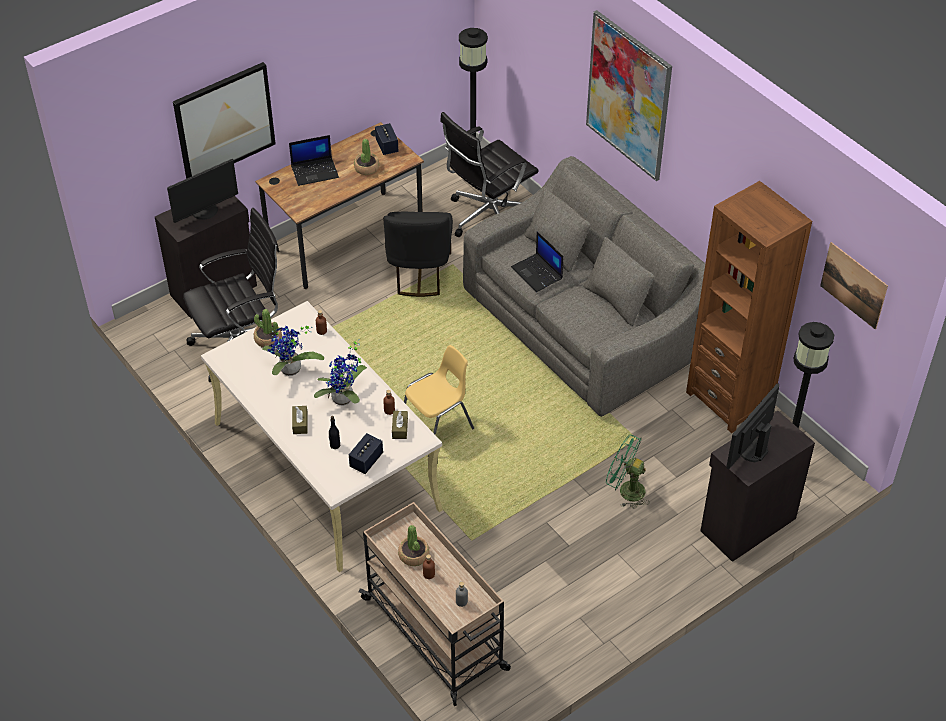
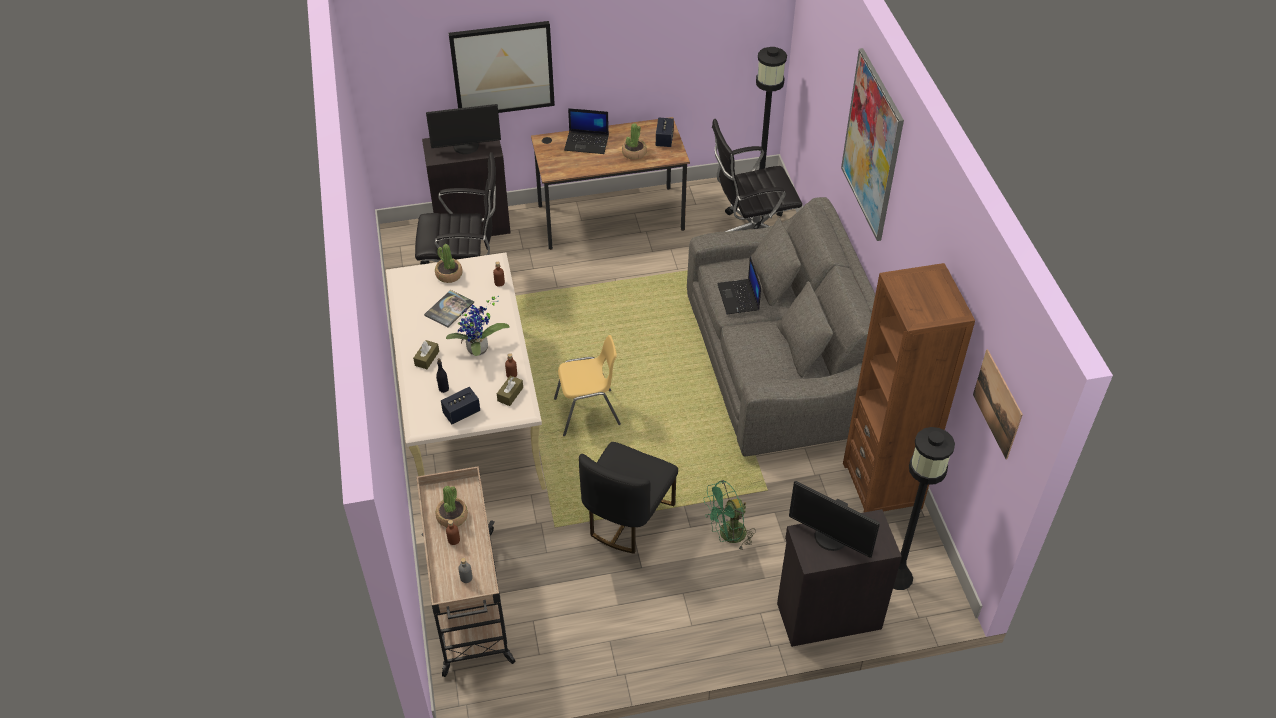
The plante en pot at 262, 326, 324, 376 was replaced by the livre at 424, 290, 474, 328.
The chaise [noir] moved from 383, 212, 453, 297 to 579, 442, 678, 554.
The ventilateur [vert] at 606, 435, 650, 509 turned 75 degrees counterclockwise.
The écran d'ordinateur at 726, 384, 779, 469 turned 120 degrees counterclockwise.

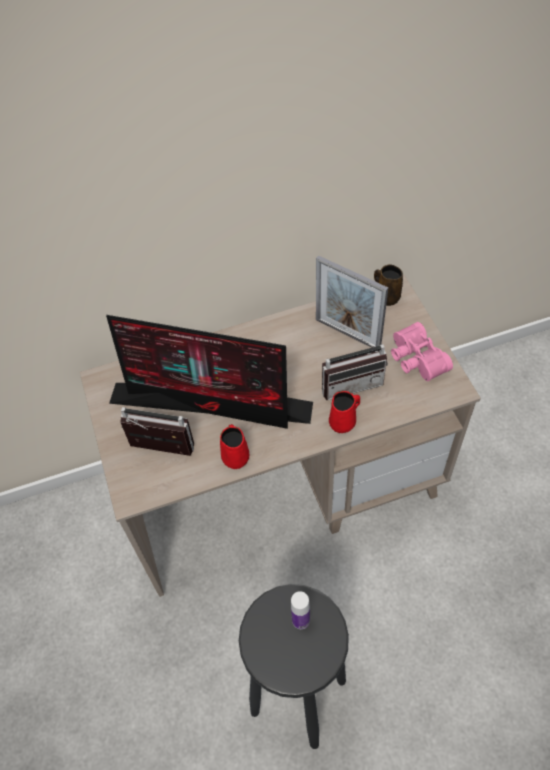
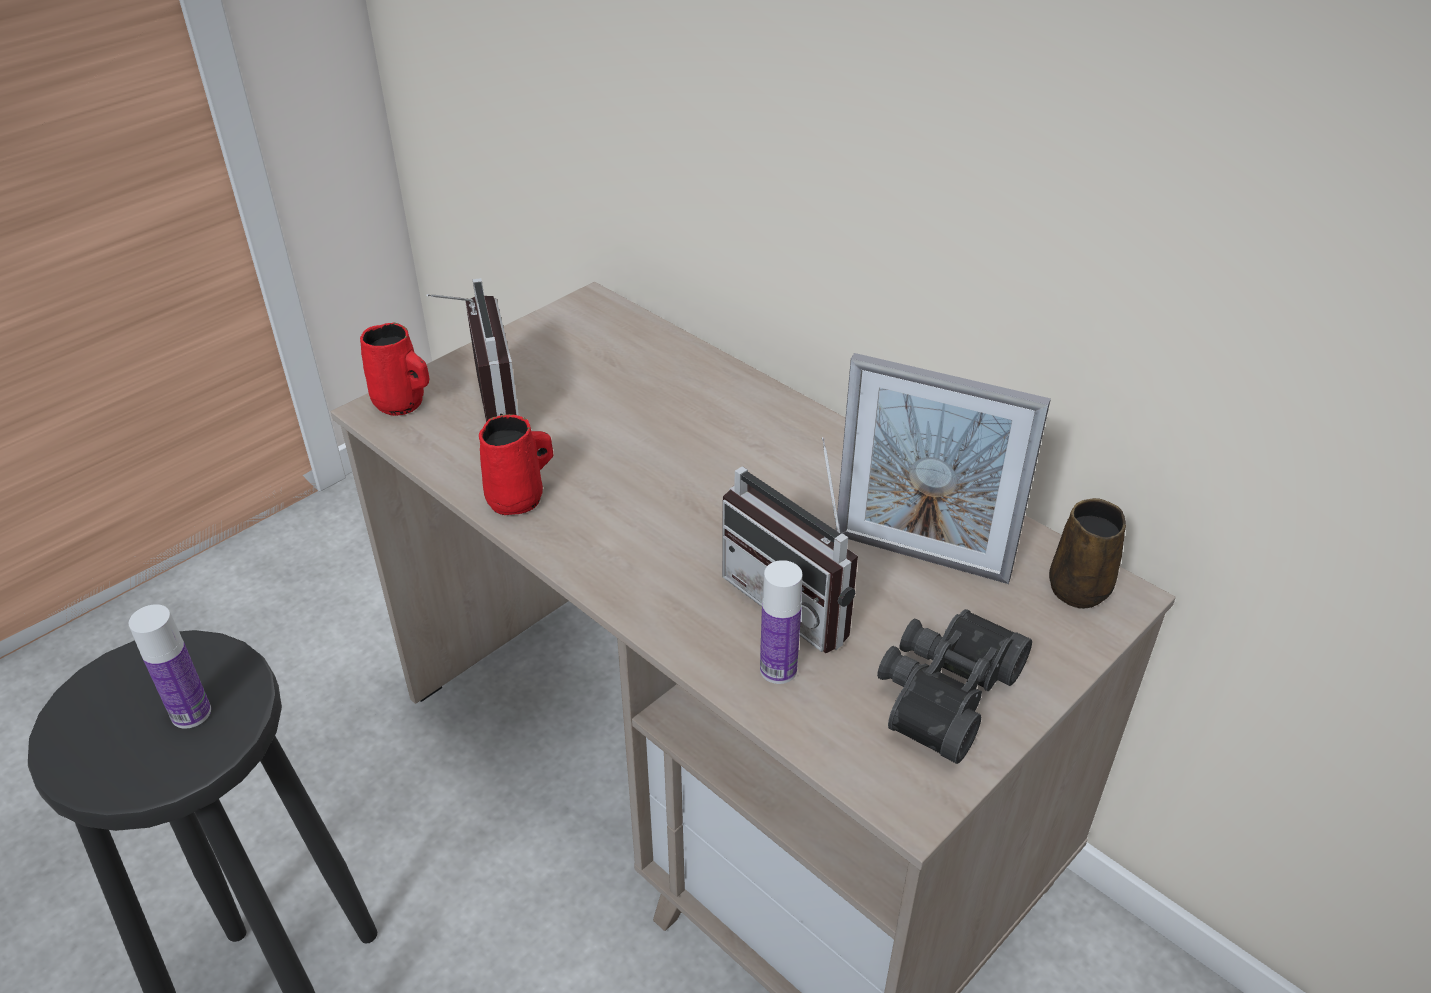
The écran d'ordinateur at 106, 315, 313, 429 disappeared.
The cadre photo at 316, 255, 388, 348 turned 75 degrees counterclockwise.
The mug [rouge] moved from 329, 391, 360, 433 to 360, 323, 430, 416.
The jumelles [rose] at 391, 322, 453, 381 became the jumelles [noir] at 877, 609, 1032, 764.
The bouteille at 760, 560, 802, 684 appeared.

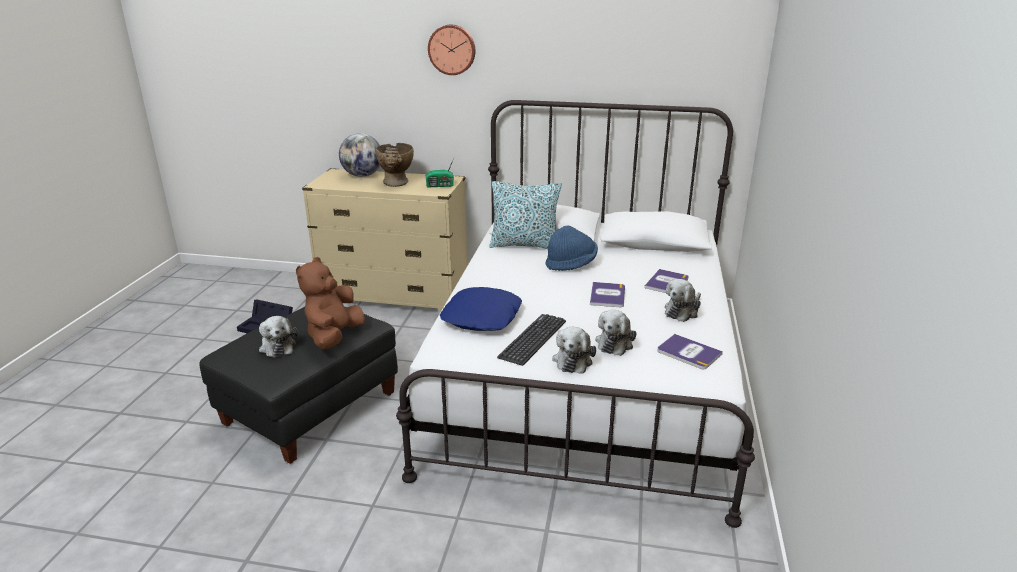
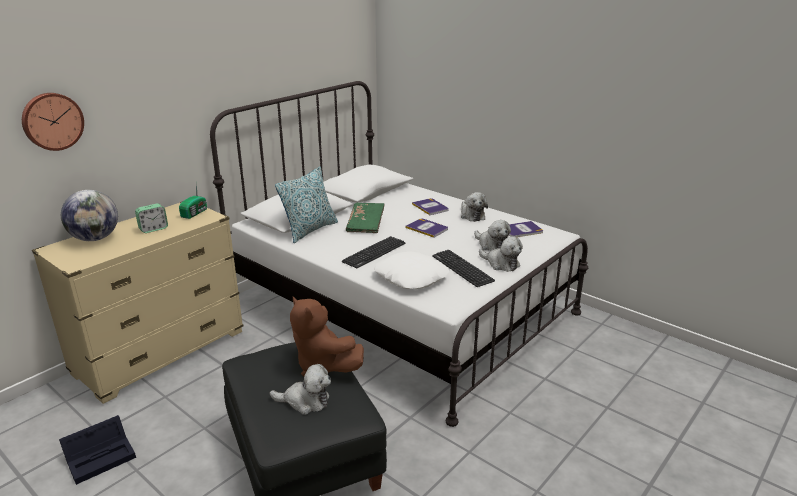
The vase [beige] at 376, 143, 414, 187 was replaced by the réveil at 135, 203, 168, 233.
The horloge murale moved from 428, 25, 476, 75 to 22, 93, 84, 151.
The coussin [bleu] at 440, 287, 522, 331 became the coussin [blanc] at 374, 251, 449, 289.
The chapeau [bleu] at 546, 225, 598, 271 was replaced by the livre [vert] at 346, 203, 385, 233.
The clavier at 342, 236, 406, 268 appeared.

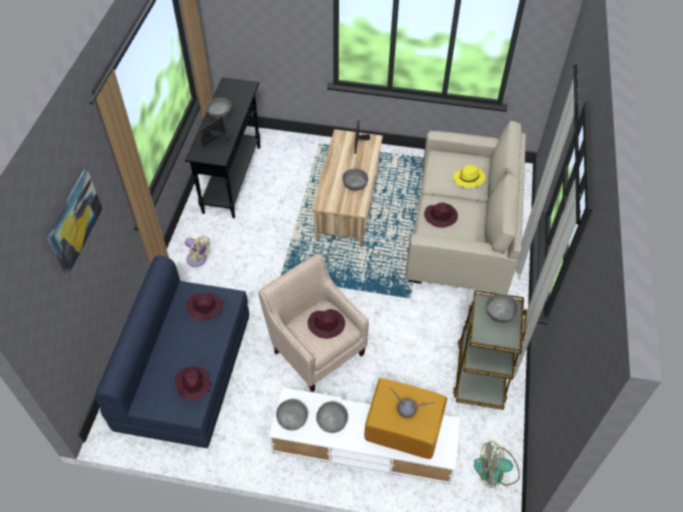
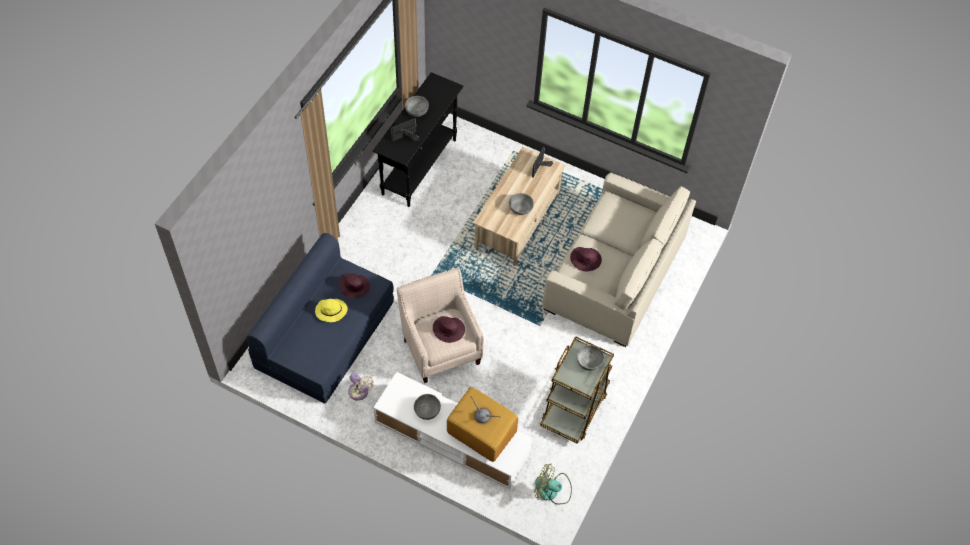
The tableau at 47, 170, 103, 274 disappeared.
The chapeau [violet] at 175, 366, 211, 400 disappeared.
The ventilateur [beige] moved from 185, 236, 211, 267 to 348, 373, 374, 401.
The bol [gris] at 276, 399, 308, 430 disappeared.
The chapeau [jaune] moved from 453, 165, 485, 187 to 315, 299, 348, 322.

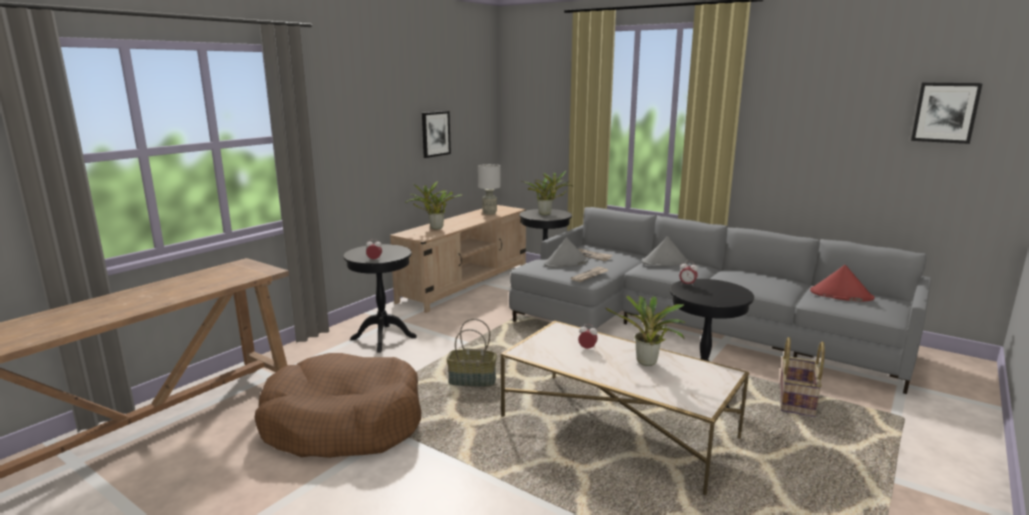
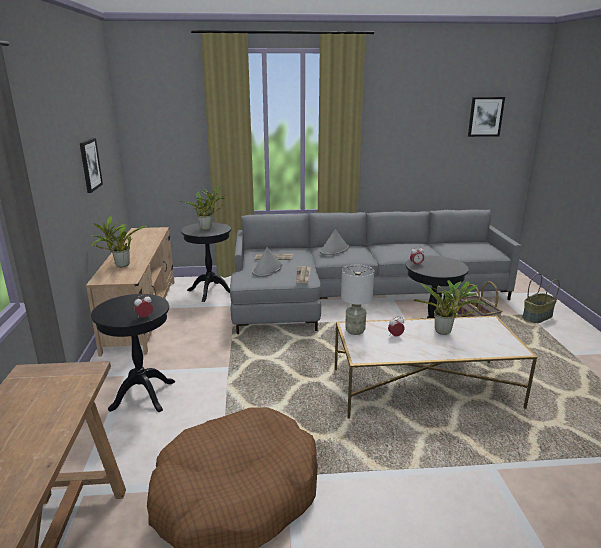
The panier moved from 447, 319, 497, 387 to 522, 273, 560, 323.
The lampe de table [gris] moved from 478, 164, 501, 215 to 341, 265, 374, 335.
The chapeau [rouge] at 810, 265, 874, 302 disappeared.

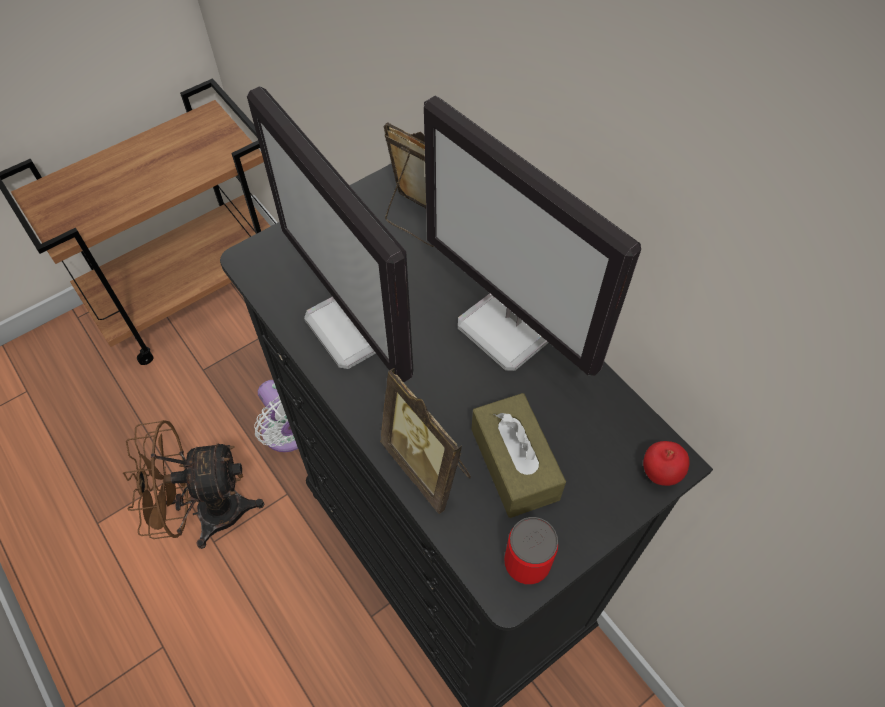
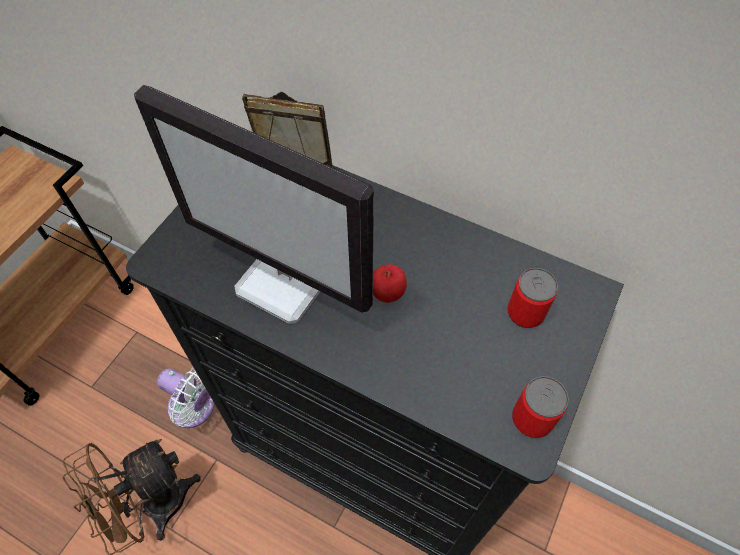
The cadre photo at 380, 368, 471, 514 disappeared.
The écran d'ordinateur at 424, 96, 641, 376 disappeared.
The boîte à mouchoirs [marron] at 471, 393, 566, 518 disappeared.
The pomme moved from 643, 441, 689, 486 to 373, 264, 407, 303.
The boîte métallique at 507, 268, 558, 328 appeared.

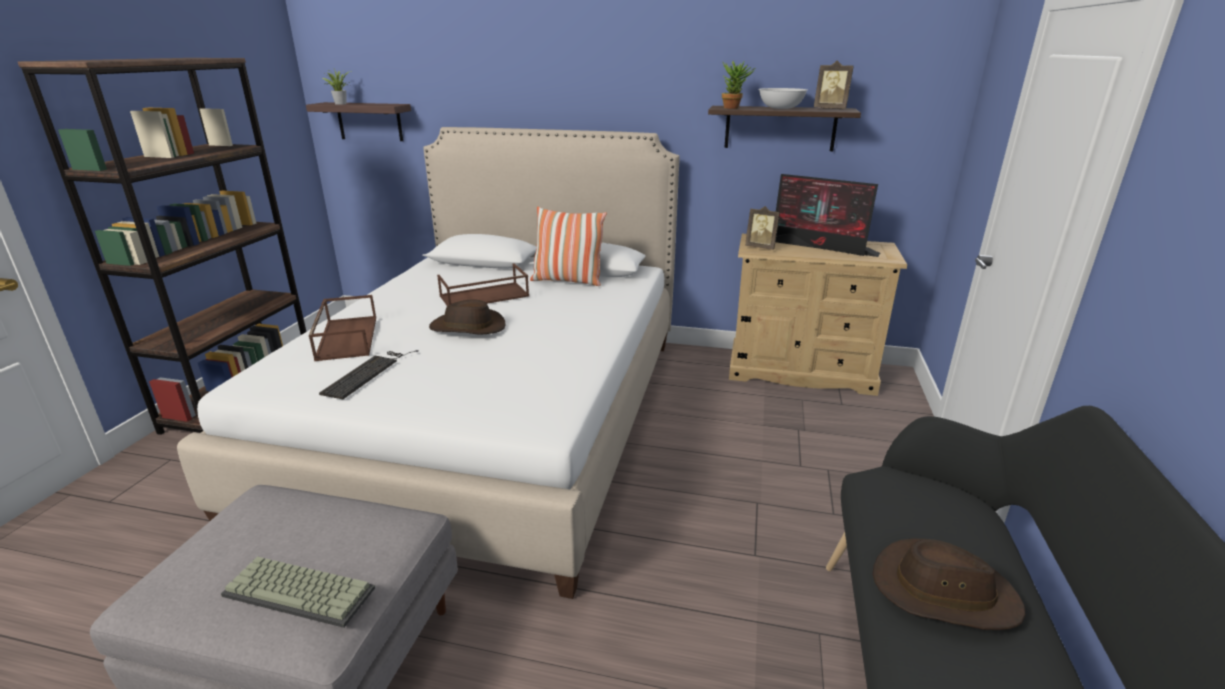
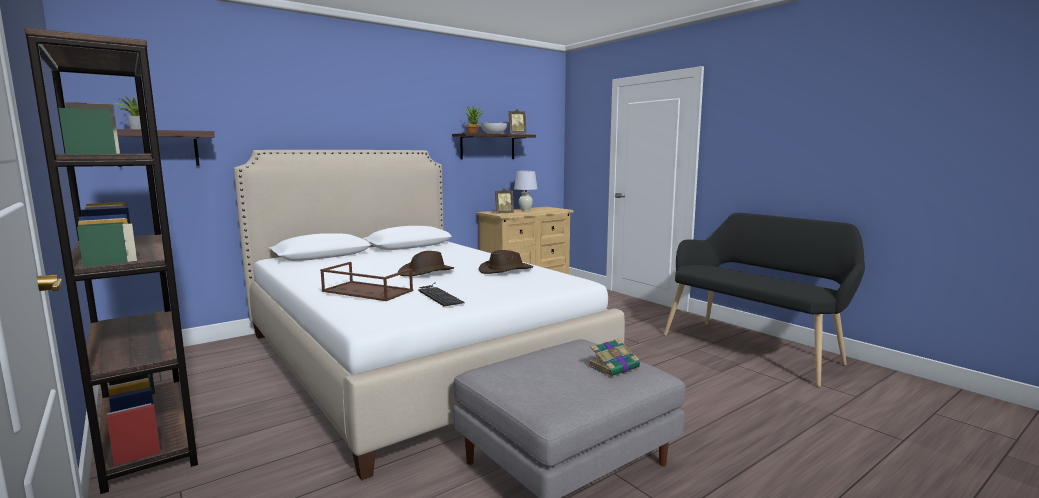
The clavier at 221, 556, 375, 628 was replaced by the livre at 588, 338, 640, 377.
The plateau [marron] at 437, 264, 529, 306 disappeared.
The coussin at 530, 207, 607, 286 disappeared.
The écran d'ordinateur at 776, 174, 880, 257 was replaced by the lampe de table [blanc] at 514, 171, 538, 211.
The chapeau [marron] moved from 873, 539, 1026, 630 to 479, 250, 533, 274.

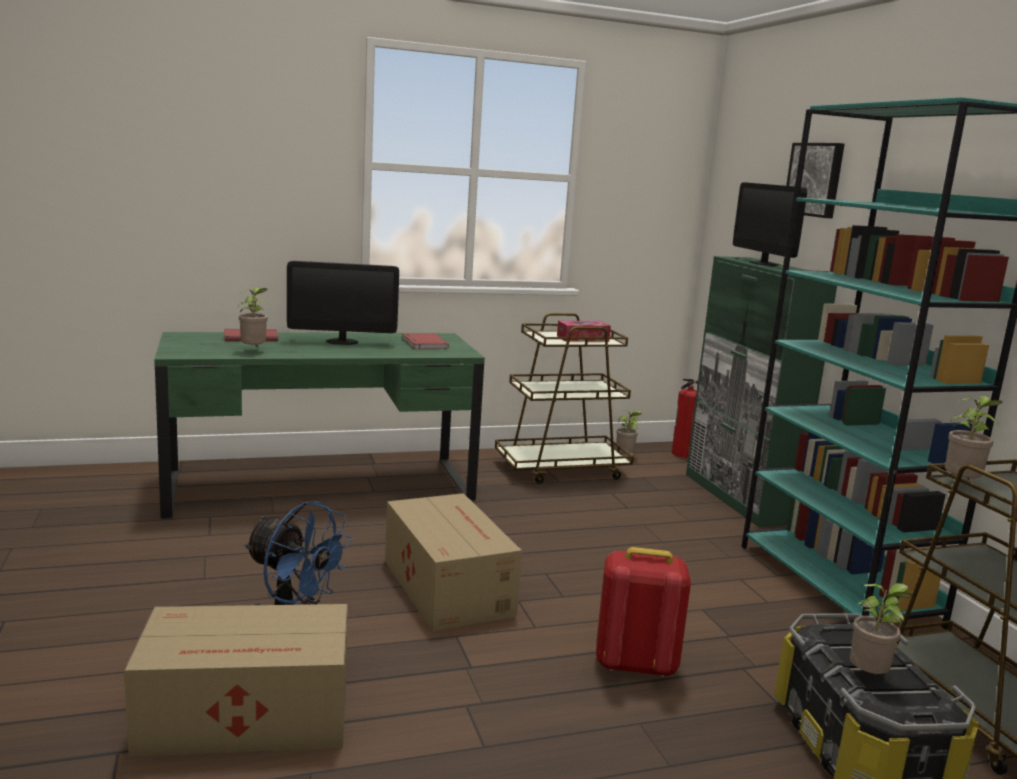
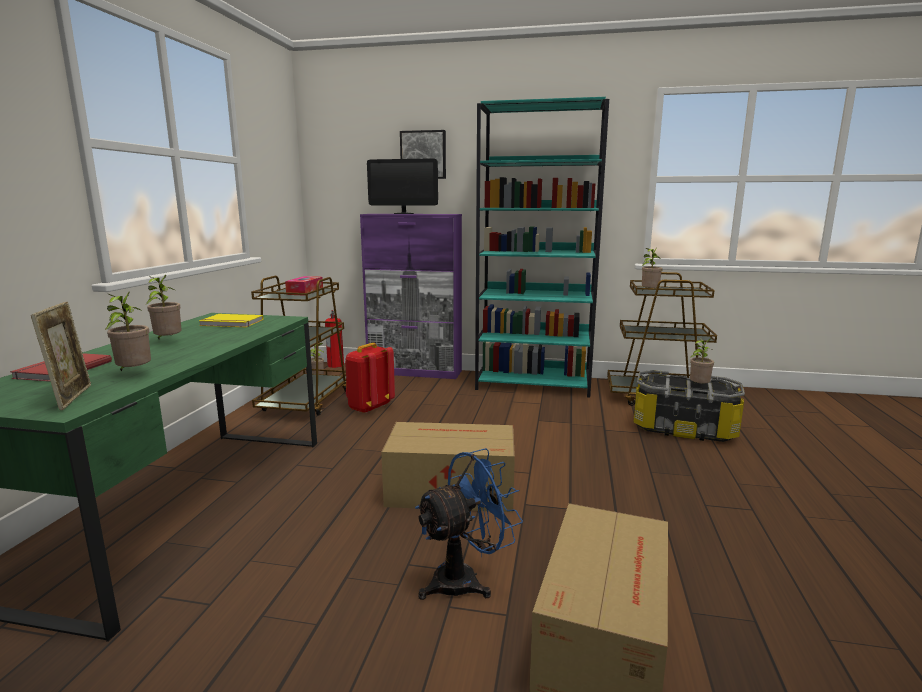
The écran d'ordinateur at 287, 261, 399, 345 was replaced by the plante en pot at 146, 275, 182, 339.
The livre [rouge] at 402, 333, 449, 350 became the livre [jaune] at 199, 314, 264, 327.
The sac à dos [rouge] moved from 596, 547, 691, 677 to 345, 343, 395, 413.
The meuble de rangement [vert] at 686, 256, 837, 527 became the meuble de rangement [violet] at 360, 214, 462, 379.
The cadre photo at 31, 302, 91, 410 appeared.

